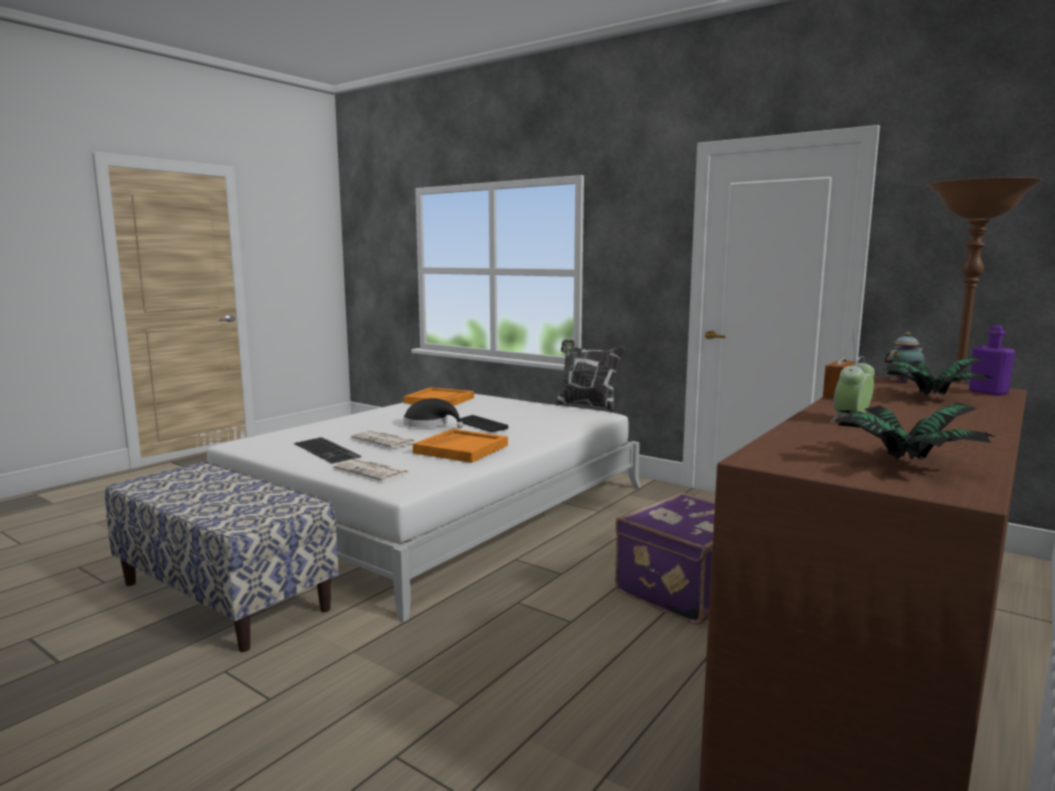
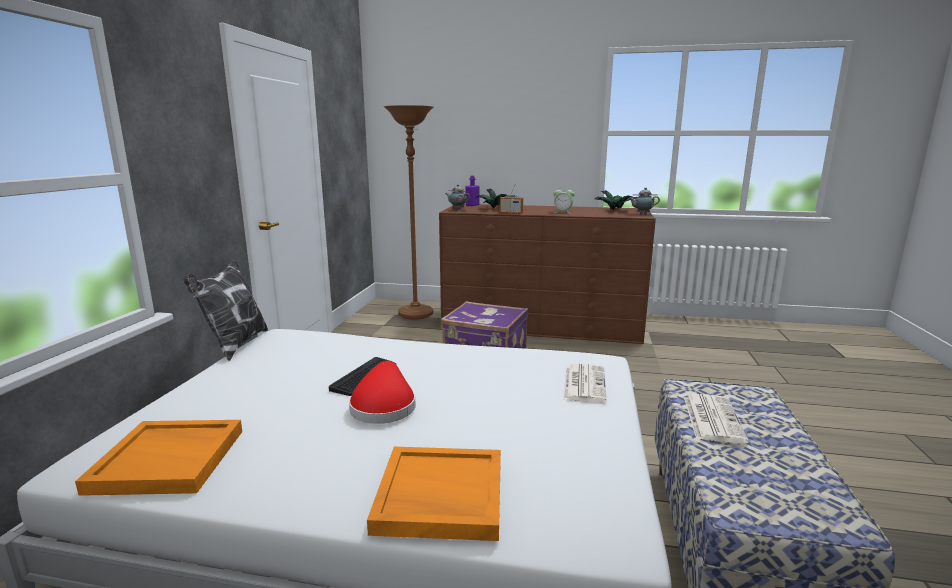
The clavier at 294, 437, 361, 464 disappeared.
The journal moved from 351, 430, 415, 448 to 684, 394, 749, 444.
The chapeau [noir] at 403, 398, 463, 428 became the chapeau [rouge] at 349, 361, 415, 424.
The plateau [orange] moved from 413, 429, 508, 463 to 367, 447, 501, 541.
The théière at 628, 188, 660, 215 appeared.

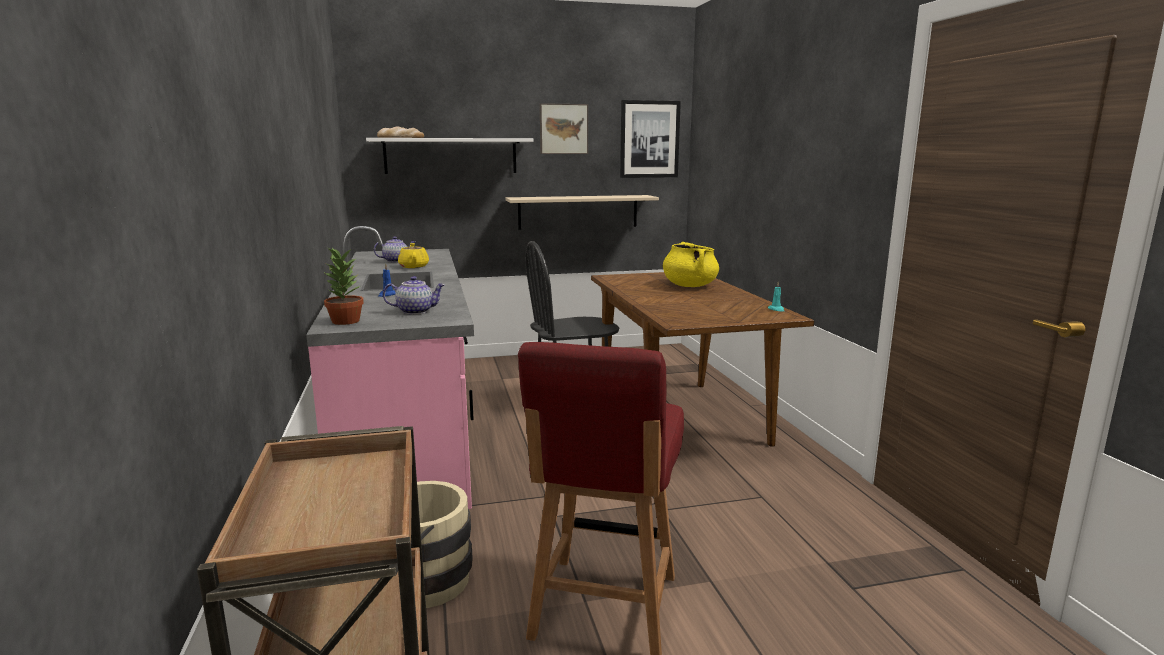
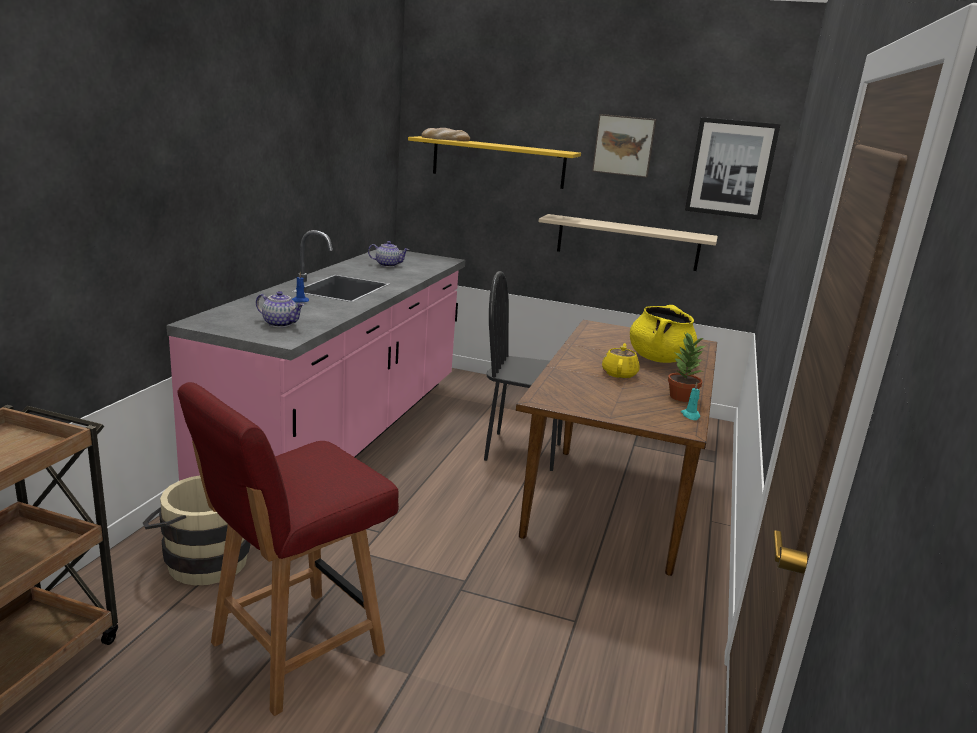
The plante en pot moved from 323, 247, 364, 325 to 668, 333, 707, 402.
The étagère [blanc] at 366, 138, 534, 174 became the étagère [jaune] at 408, 136, 581, 189.
The théière [jaune] moved from 398, 243, 429, 268 to 602, 343, 640, 378.

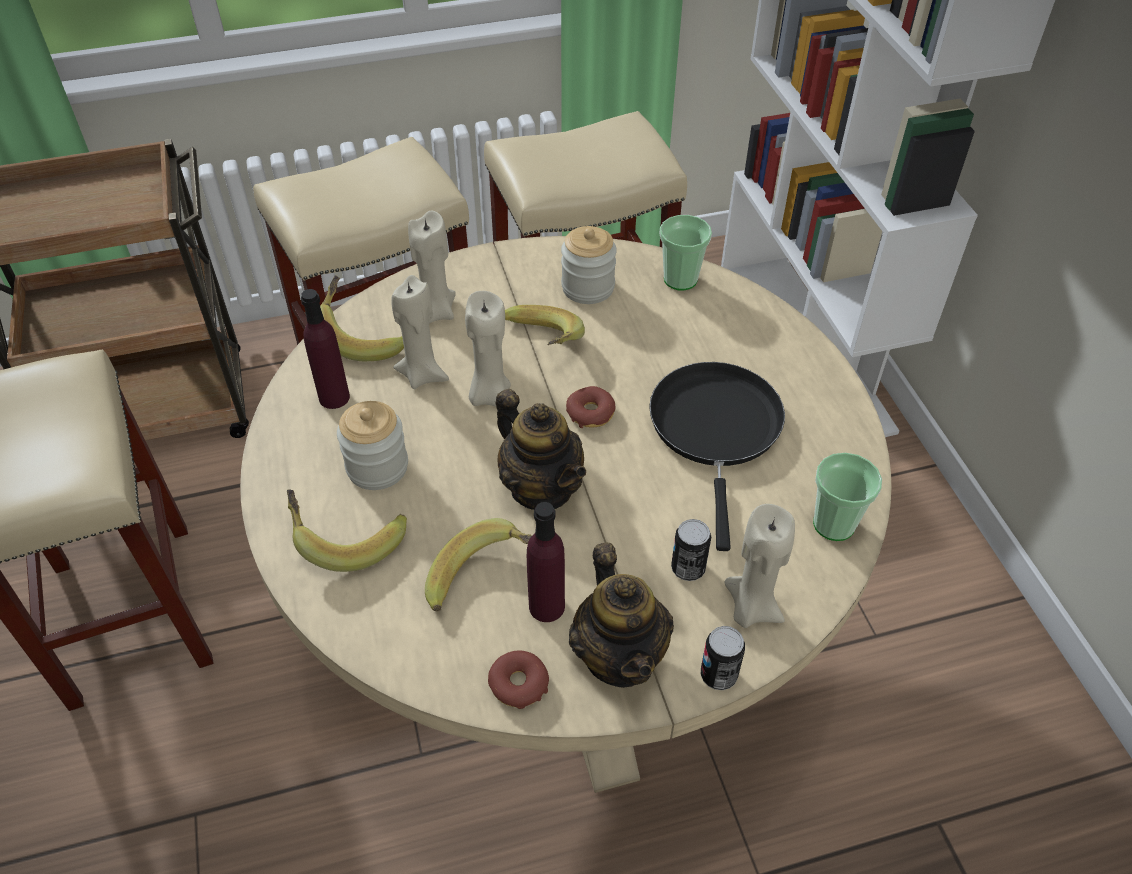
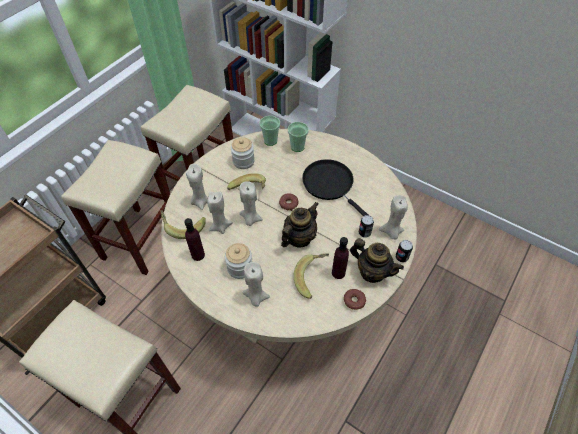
The banane at 287, 489, 407, 572 was replaced by the bougie [beige] at 243, 262, 270, 307.
The théière at 495, 389, 586, 510 turned 60 degrees counterclockwise.
The tasse moved from 813, 453, 882, 541 to 288, 122, 309, 152.

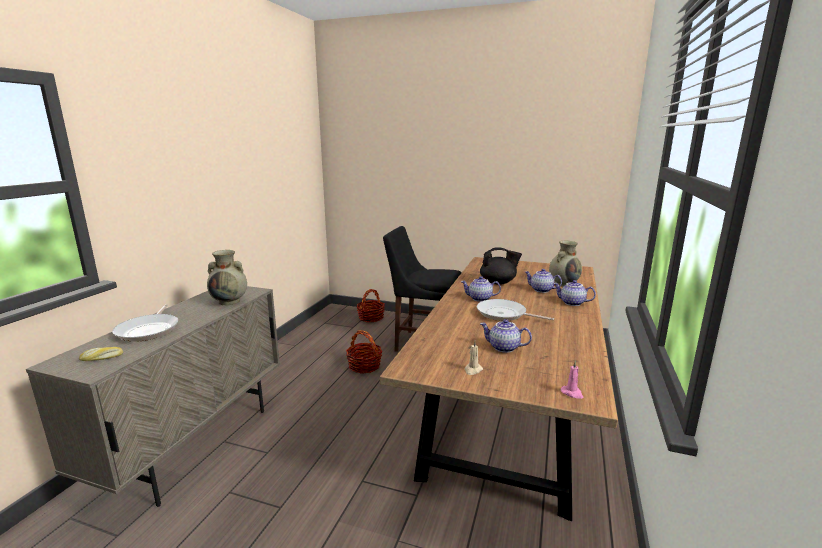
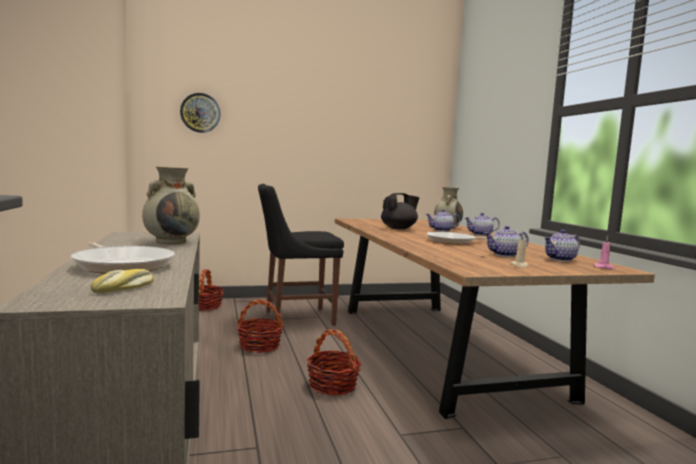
The théière moved from 461, 276, 501, 302 to 544, 230, 580, 261.
The horloge murale at 180, 93, 221, 133 appeared.
The panier at 307, 330, 361, 395 appeared.

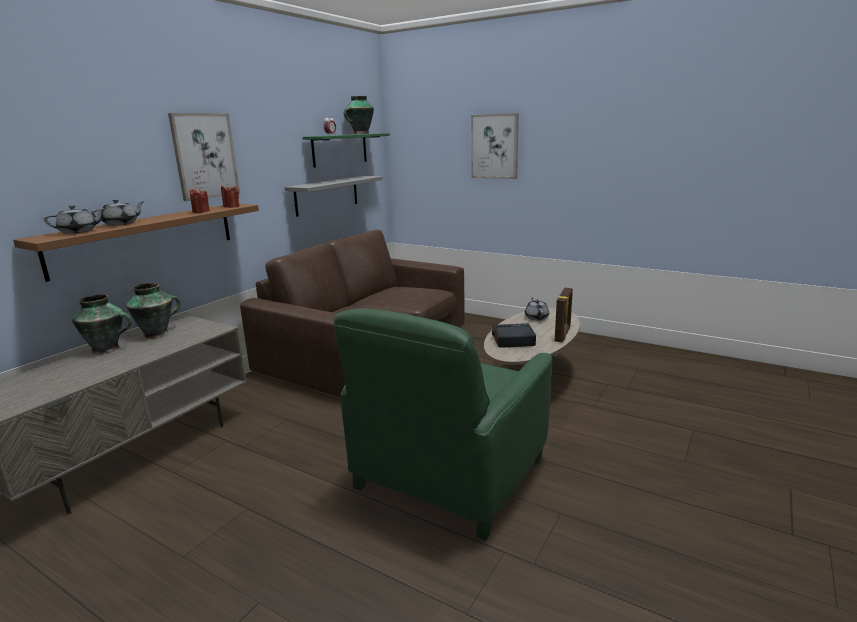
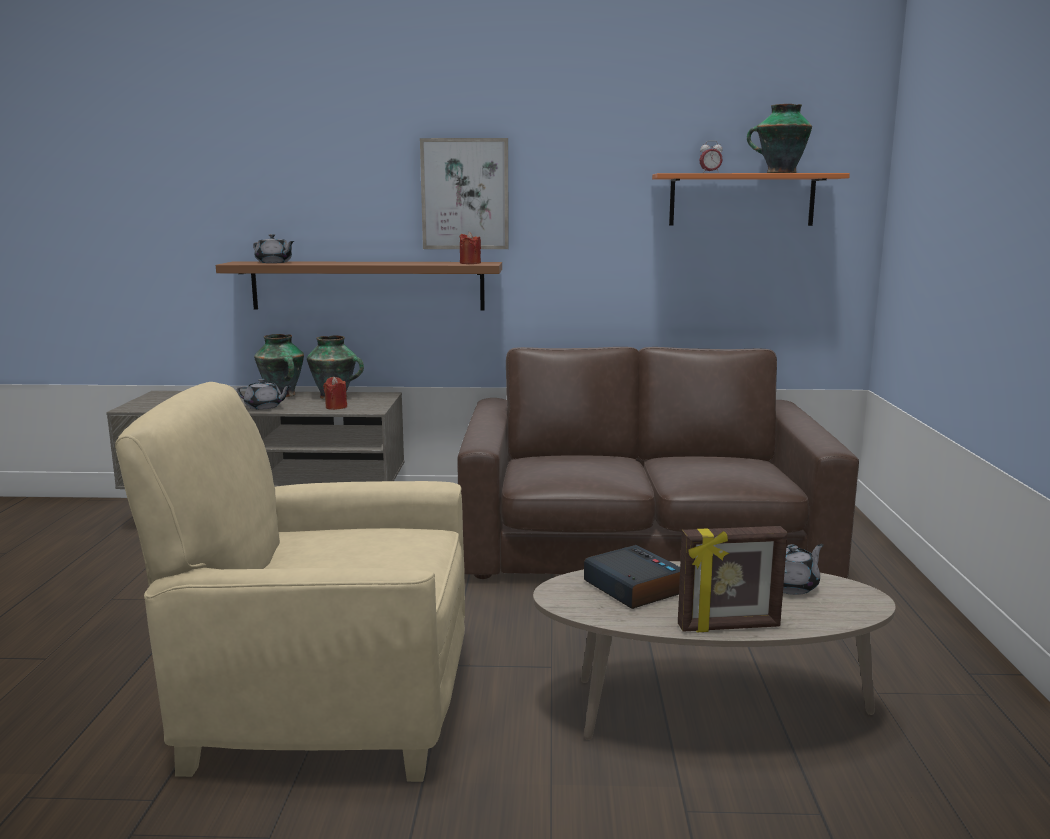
The théière [gris] moved from 92, 199, 145, 226 to 237, 379, 291, 410.
The bougie [rouge] moved from 189, 187, 210, 213 to 323, 376, 347, 410.
The étagère [gris] at 285, 176, 383, 217 disappeared.
The étagère [vert] at 303, 133, 390, 168 became the étagère [orange] at 652, 173, 850, 226.
The fauteuil [vert] at 334, 308, 552, 541 became the fauteuil [beige] at 115, 382, 465, 782.
The tableau at 471, 113, 519, 179 disappeared.

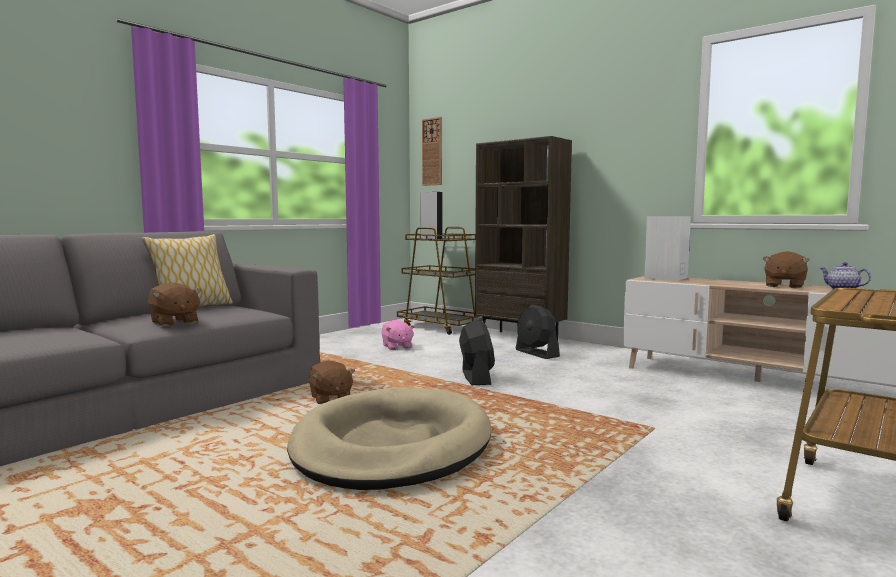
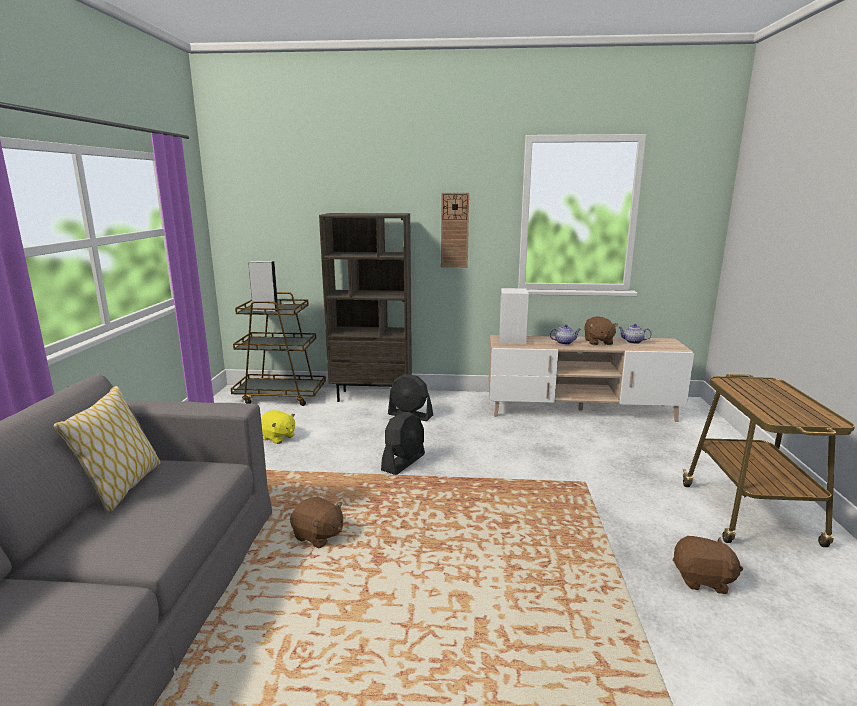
The peluche [marron] moved from 148, 282, 202, 326 to 673, 536, 743, 594.
The panier pour chien [beige] at 287, 387, 492, 490 disappeared.
The peluche [rose] at 381, 320, 415, 350 became the peluche [jaune] at 261, 410, 295, 444.
The horloge murale moved from 422, 117, 442, 186 to 441, 193, 469, 268.
The ventilateur [noir] at 459, 320, 495, 385 turned 75 degrees clockwise.
The théière at 550, 325, 581, 345 appeared.

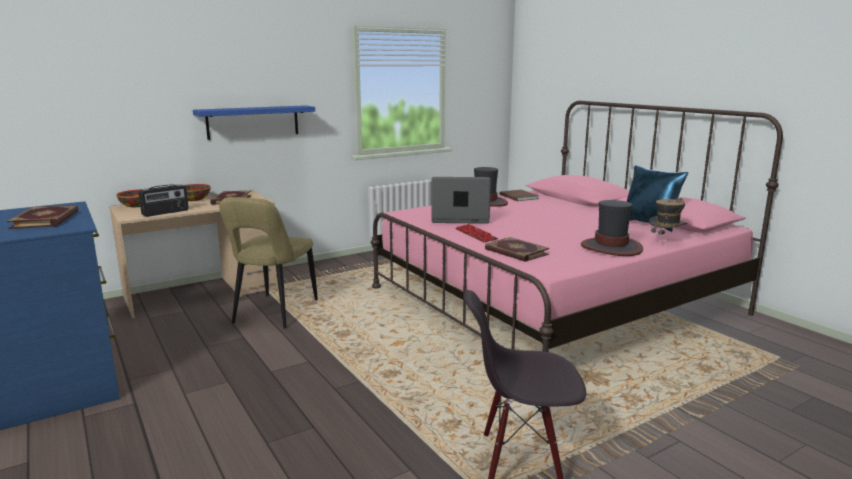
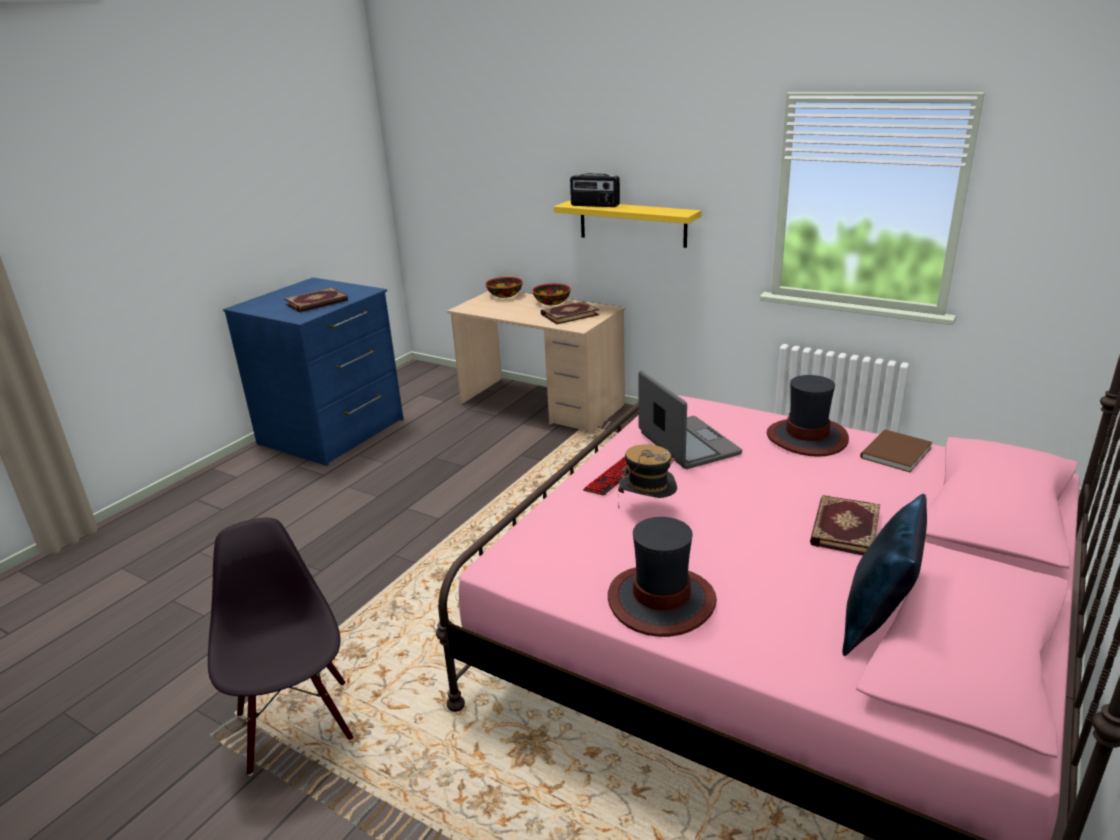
The radio moved from 139, 184, 189, 217 to 570, 173, 620, 207.
The étagère [bleu] at 193, 105, 315, 140 became the étagère [jaune] at 554, 200, 701, 248.
The chaise [beige] at 219, 197, 318, 328 disappeared.
The livre moved from 485, 237, 550, 262 to 810, 495, 880, 555.
The chapeau moved from 649, 198, 688, 245 to 618, 444, 677, 508.

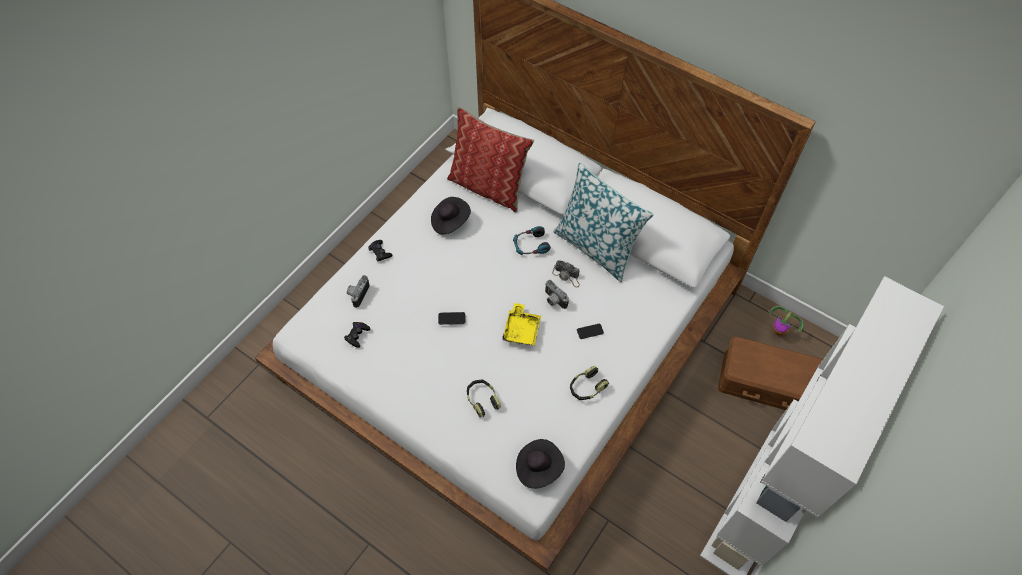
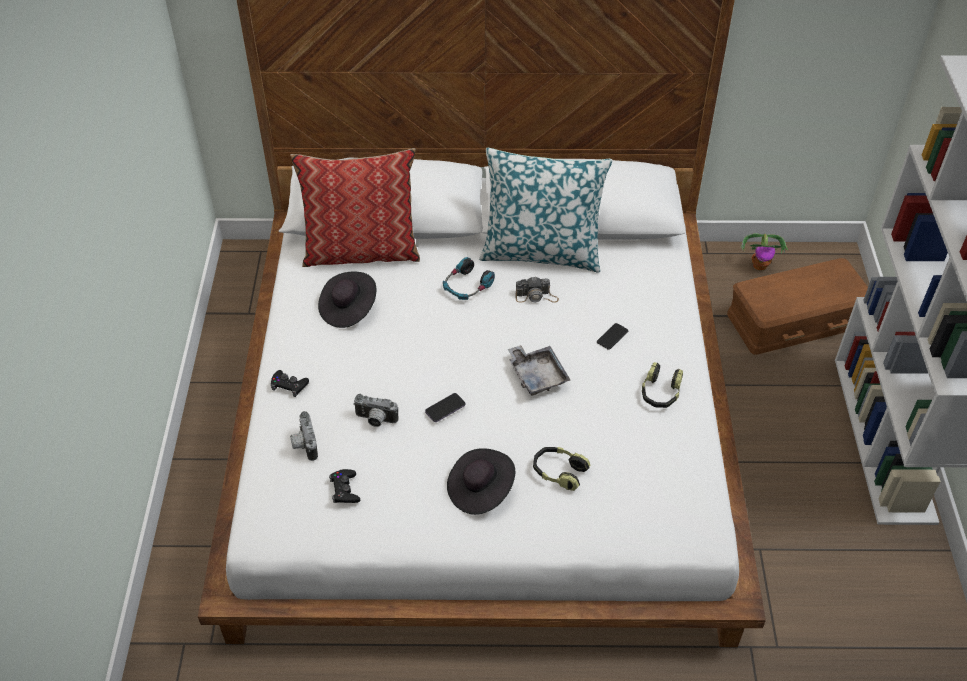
The plateau [jaune] at 502, 303, 541, 346 became the plateau [gris] at 508, 345, 570, 396.
The chapeau [noir] moved from 516, 439, 565, 489 to 447, 448, 515, 515.
The appareil photo moved from 545, 280, 569, 309 to 353, 394, 398, 427.

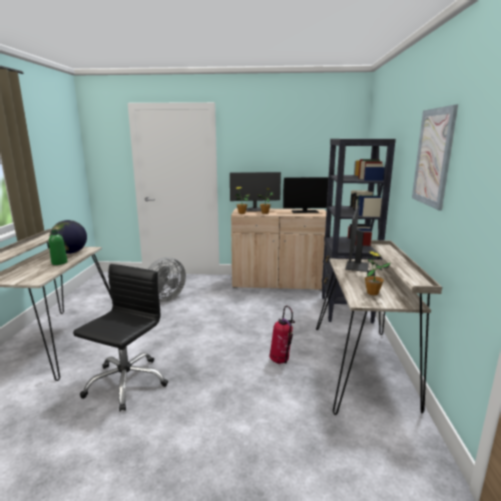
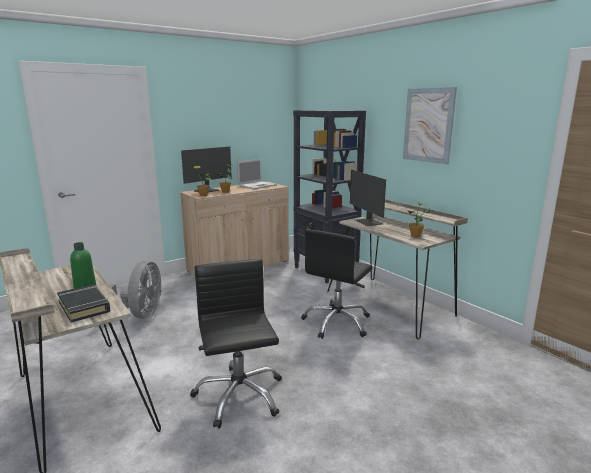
The globe at 50, 220, 87, 254 disappeared.
The extincteur at 269, 306, 295, 364 was replaced by the chaise de bureau [noir] at 301, 229, 373, 339.
The écran d'ordinateur at 283, 177, 329, 213 was replaced by the ordinateur portable at 237, 159, 277, 190.
The livre [noir] at 57, 284, 110, 322 appeared.

